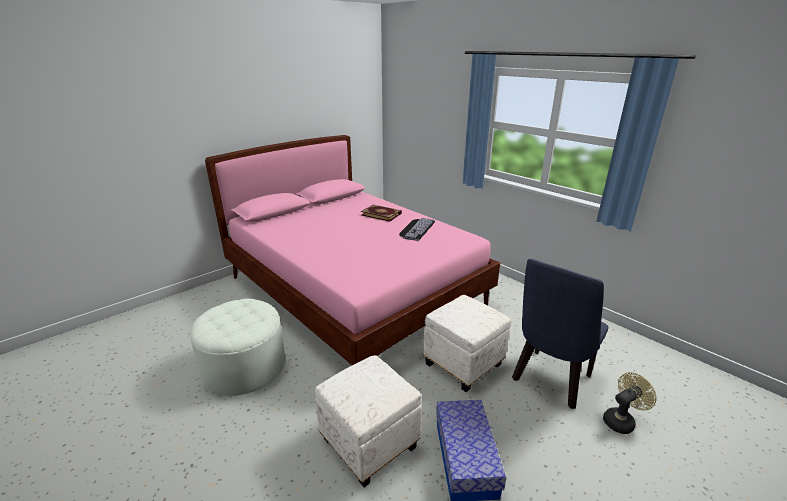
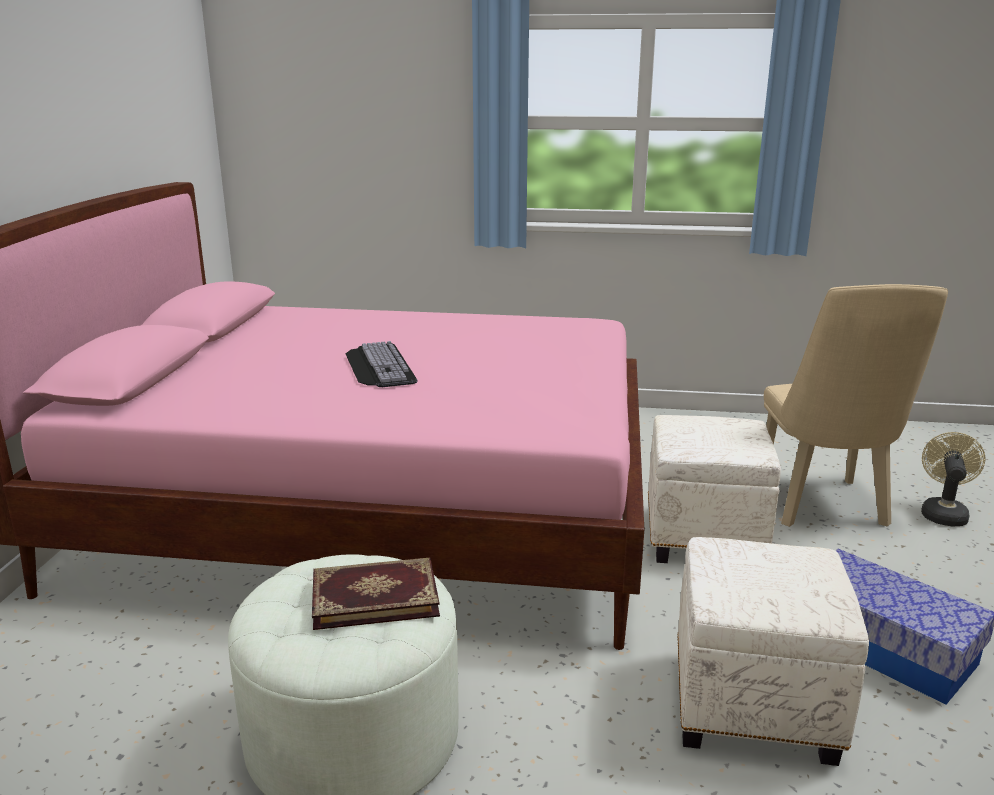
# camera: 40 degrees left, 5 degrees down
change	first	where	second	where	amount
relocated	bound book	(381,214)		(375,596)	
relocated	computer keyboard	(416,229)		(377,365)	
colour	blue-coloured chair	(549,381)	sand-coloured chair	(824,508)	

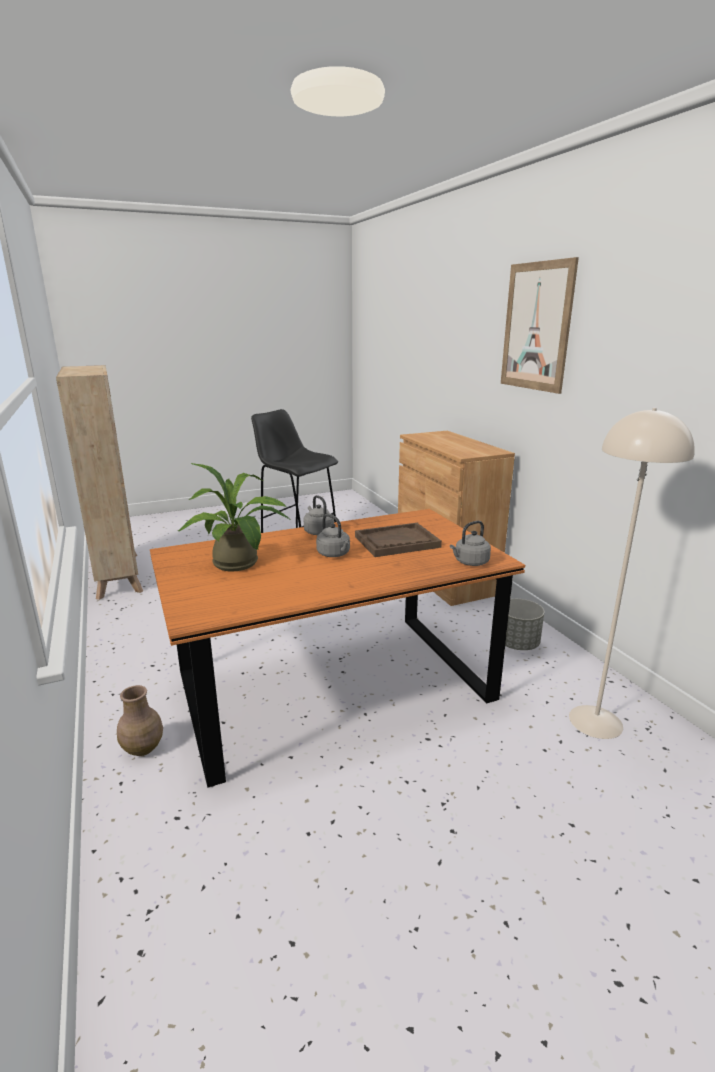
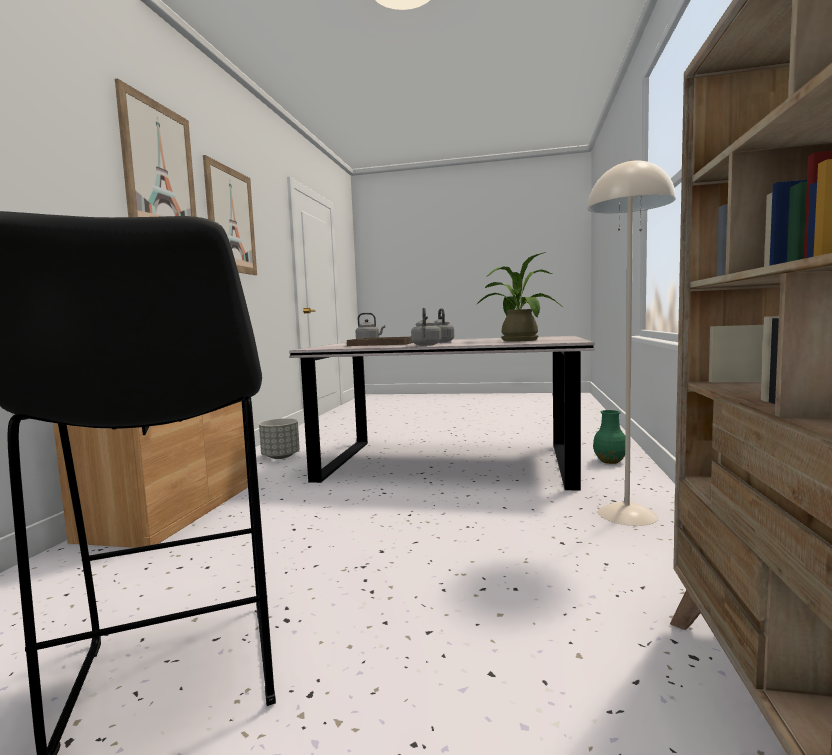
# camera: 145 degrees left, 15 degrees down
change	first	where	second	where	amount
colour	brownish vase	(143,748)	green vase	(609,461)	
colour	orange dining table	(334,686)	grey dining table	(448,462)	
relocated	sand-coloured floor lamp	(596,721)		(627,514)	
appeared			wall picture	(231,220)	

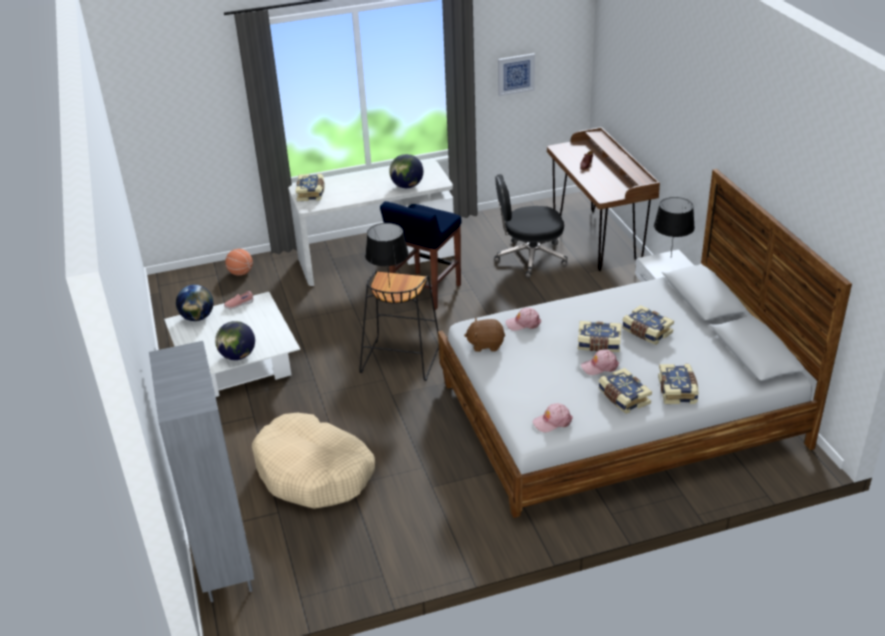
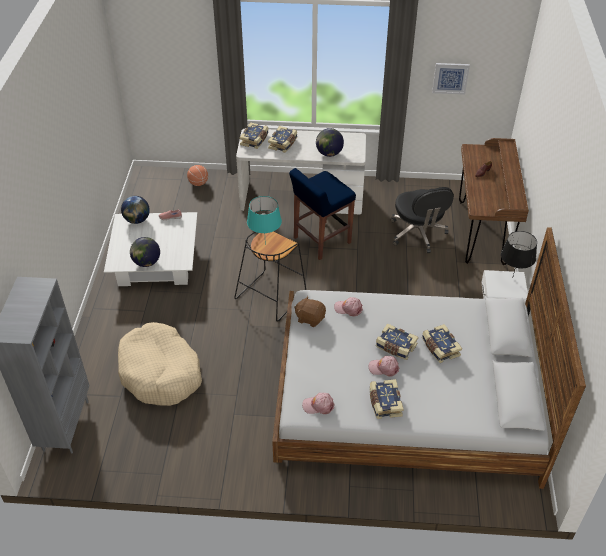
# camera: 20 degrees right, 10 degrees up
change	first	where	second	where	amount
colour	blackish lamp for a table	(389,287)	turquoise-coloured lamp for a table	(265,244)	
spun	blackish office chair	(529,258)		(418,234)	120 degrees counterclockwise
relocated	bound book	(678,390)		(283,144)	

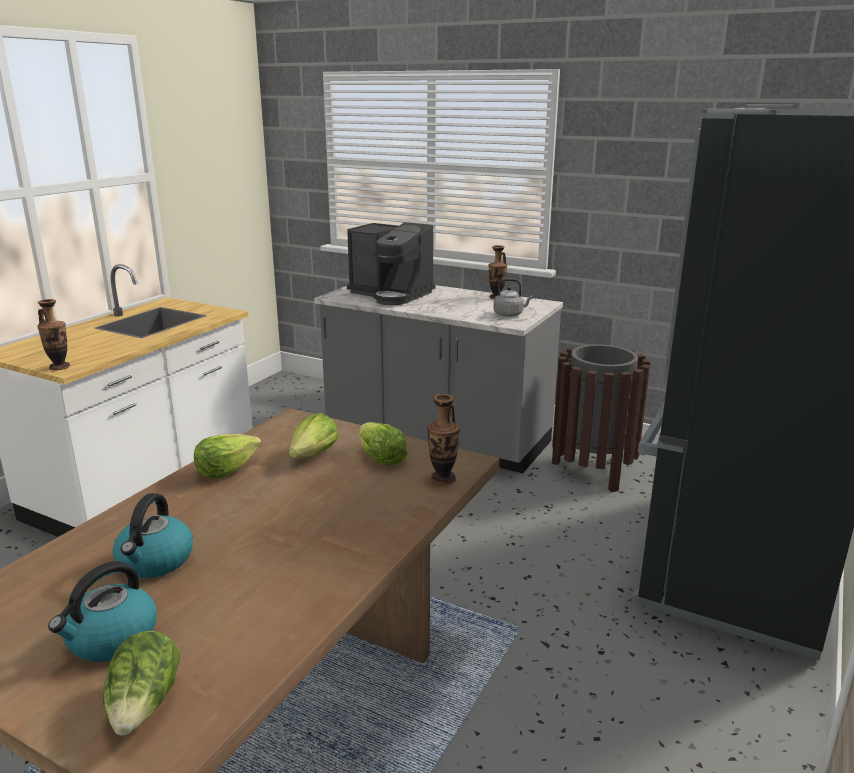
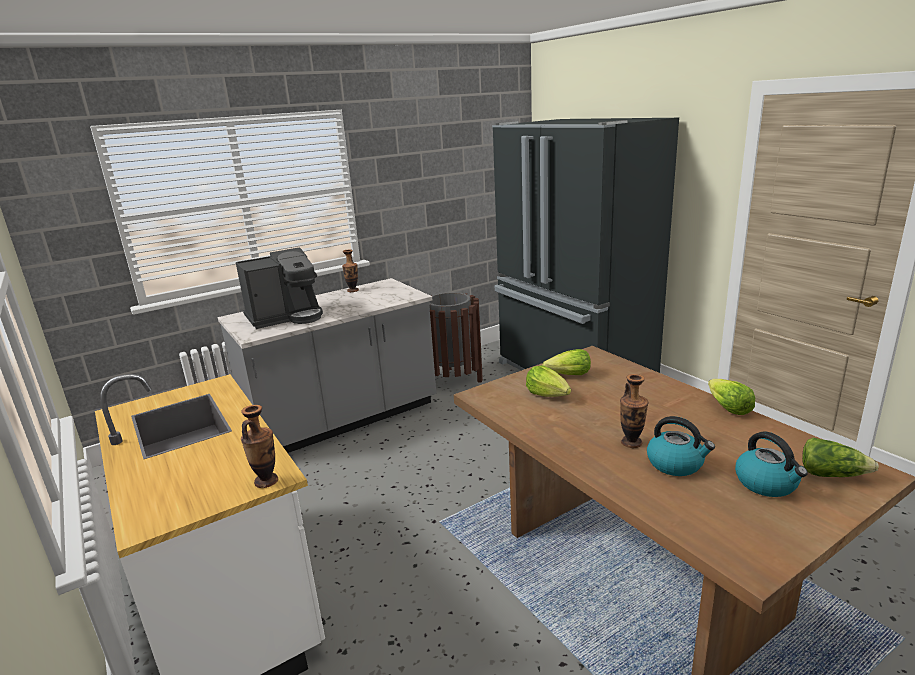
# camera: 60 degrees left, 0 degrees up
change	first	where	second	where	amount
relocated	lettuce head	(226,470)		(727,408)	
relocated	vase	(443,479)		(631,443)	
missing	grey water kettle	(510,314)			

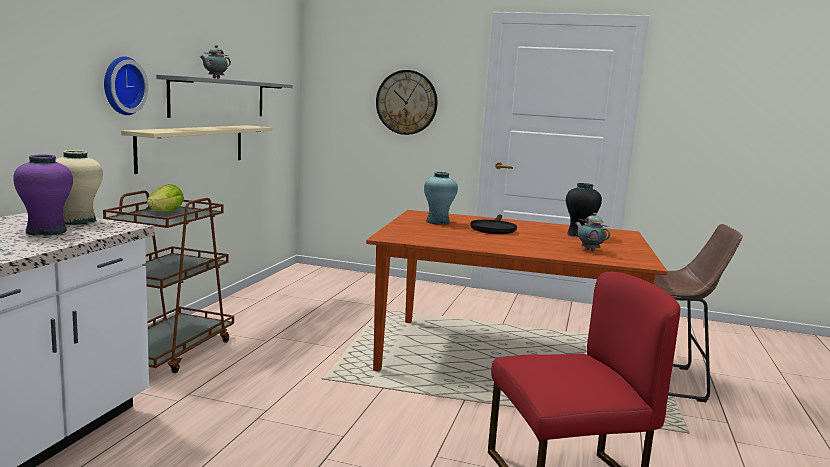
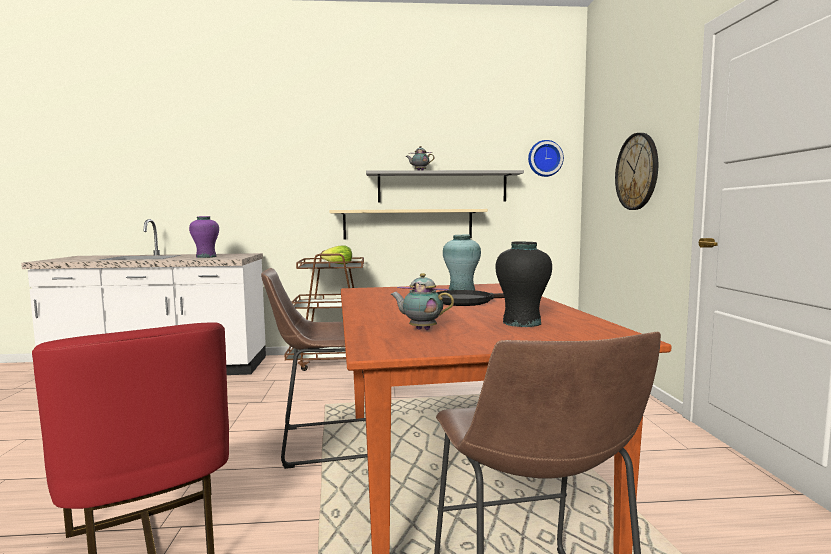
# camera: 70 degrees right, 5 degrees down
change	first	where	second	where	amount
missing	sand-coloured vase	(78,221)			
relocated	wall clock	(121,85)		(544,158)	
spun	pot for tea	(589,250)		(421,329)	105 degrees counterclockwise
appeared			brownish stool seat	(324,442)	

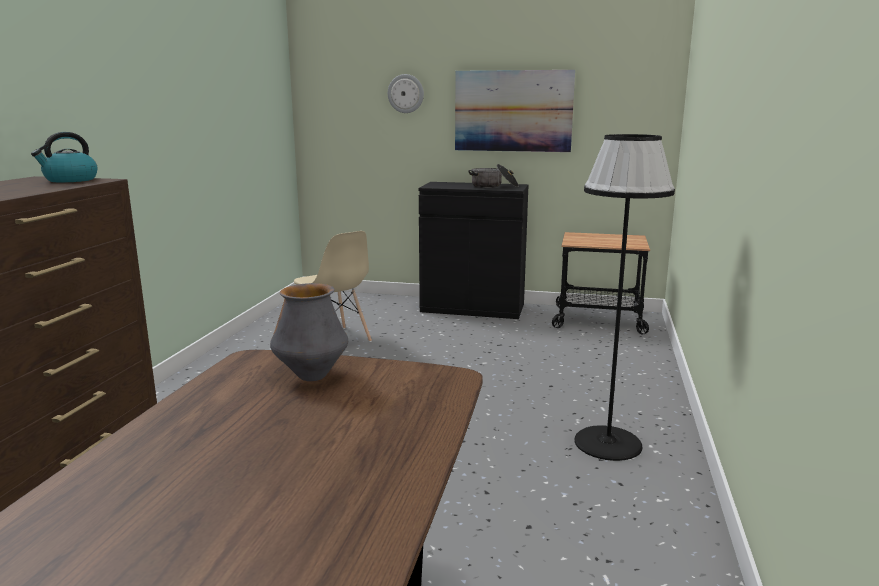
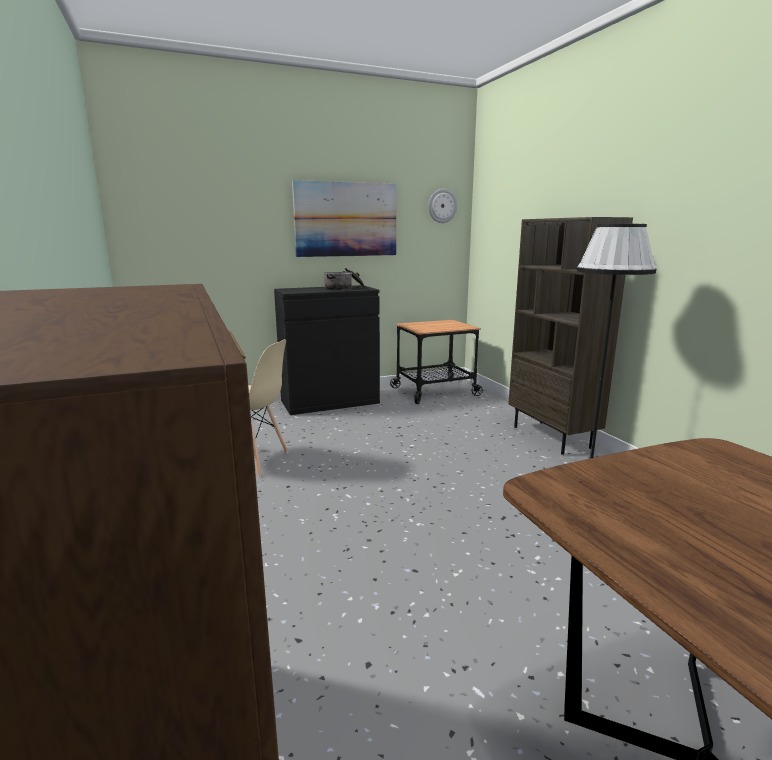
# camera: 35 degrees left, 0 degrees up
change	first	where	second	where	amount
missing	water kettle	(70,180)			
missing	vase	(311,376)			
relocated	wall clock	(405,93)		(442,206)	
appeared			brownish bookcase	(552,437)	

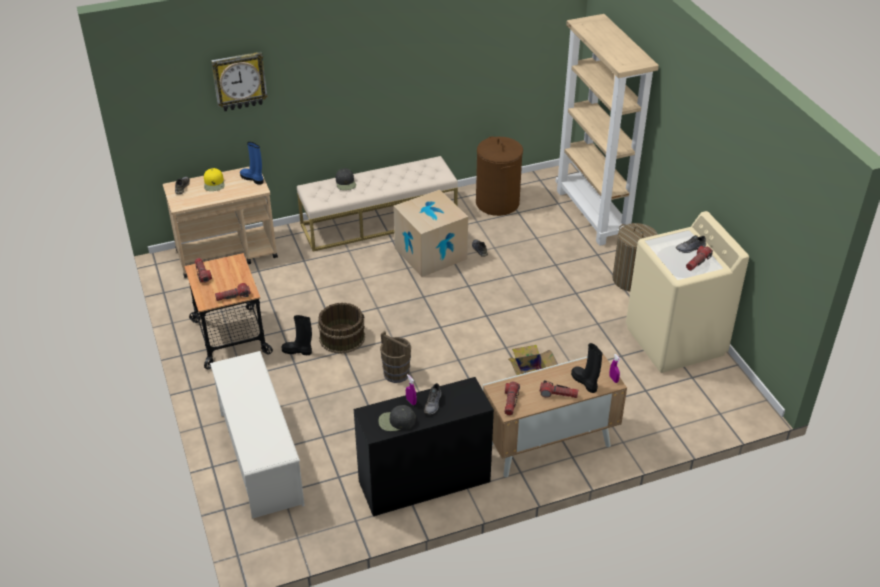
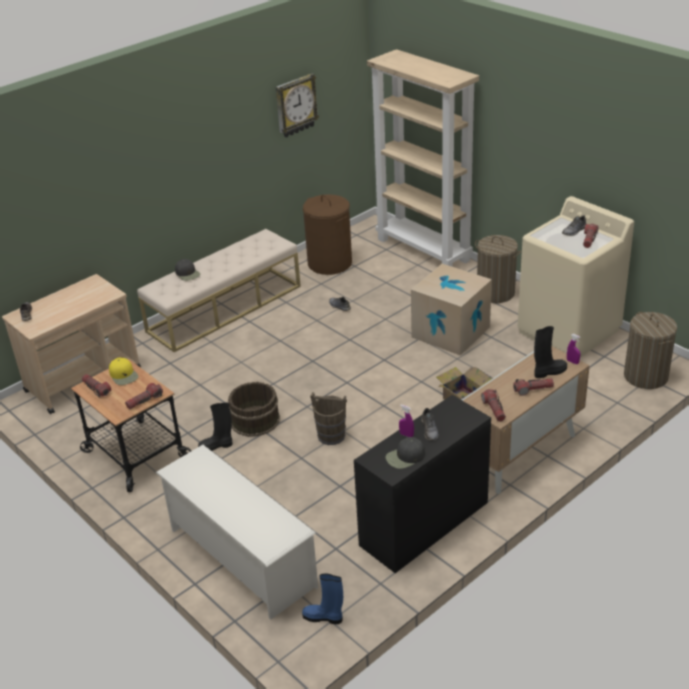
# camera: 20 degrees left, 5 degrees down
change	first	where	second	where	amount
relocated	yellow-coloured peaked cap	(214,183)		(124,375)	
relocated	wall clock	(239,81)		(295,105)	
relocated	blue-coloured tall boot	(253,179)		(324,617)	
relocated	cardboard box	(430,253)		(450,332)	
spun	blackish tall boot	(585,382)		(549,372)	120 degrees clockwise
appeared			hamper	(646,376)	

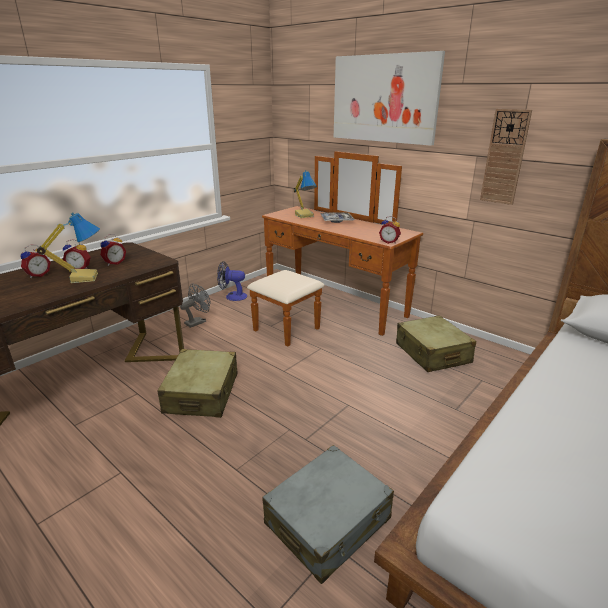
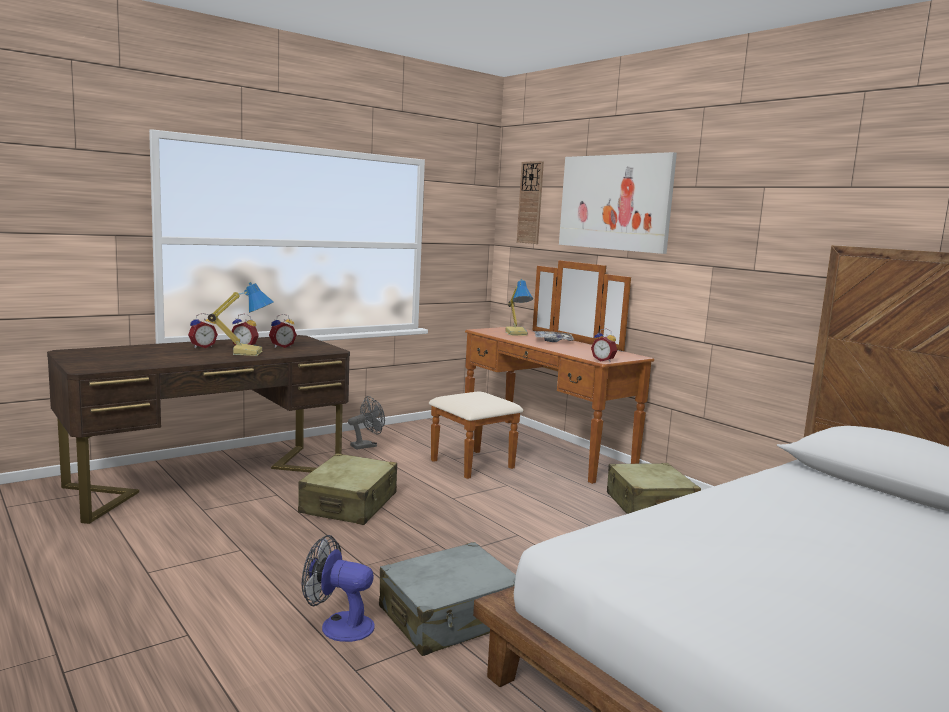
# camera: 10 degrees right, 15 degrees down
change	first	where	second	where	amount
relocated	electric fan	(232,296)		(338,625)	
relocated	wall clock	(505,157)		(530,202)	

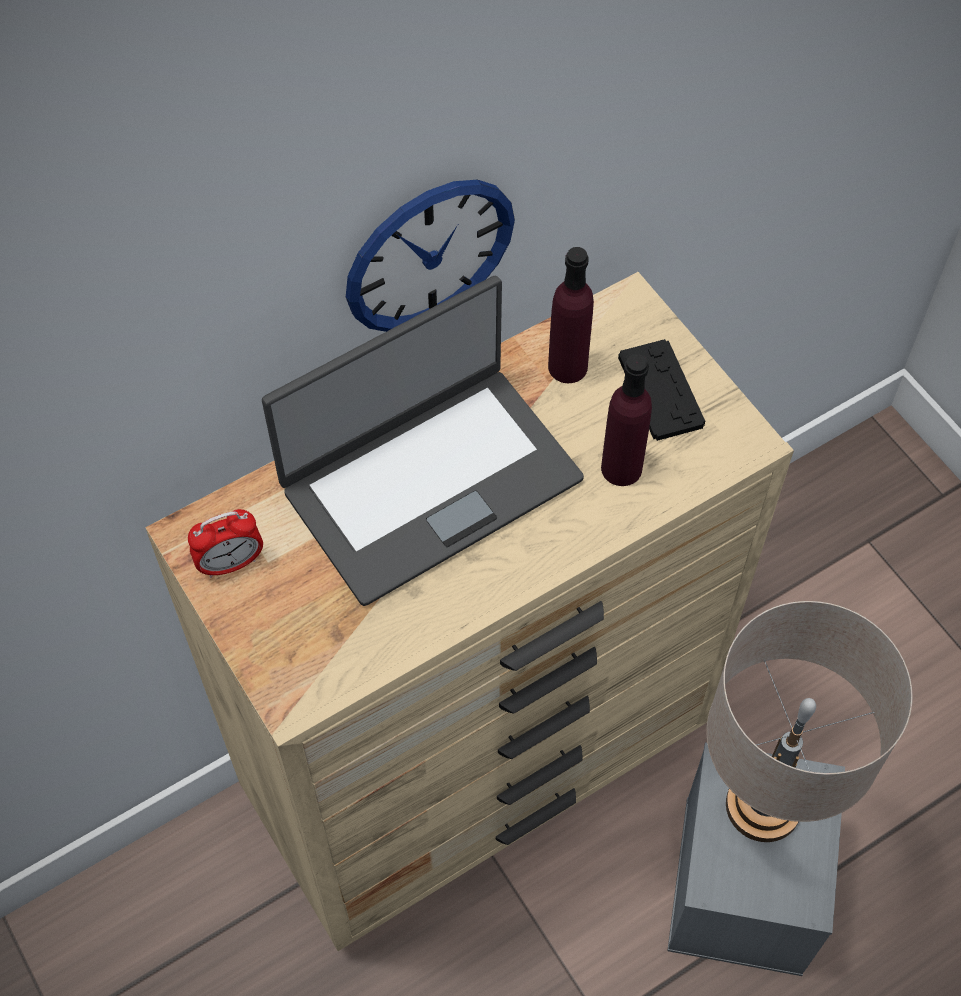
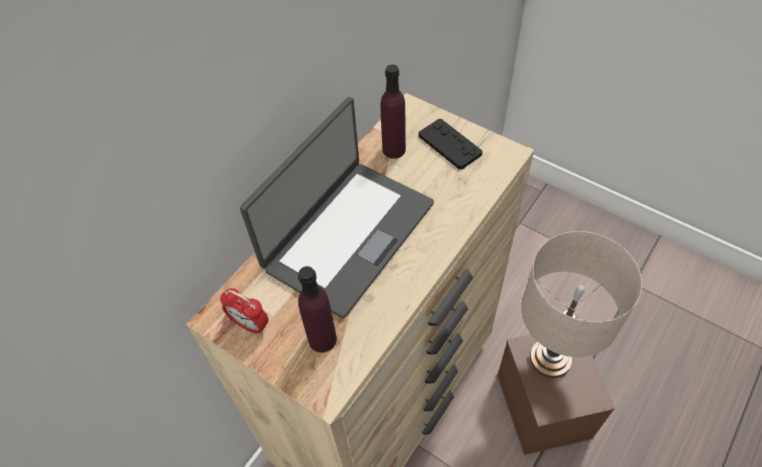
# camera: 20 degrees left, 5 degrees down
change	first	where	second	where	amount
spun	bedside clock	(231,563)		(250,324)	75 degrees clockwise
missing	wall clock	(429,255)			
relocated	purple bottle	(621,468)		(322,339)	
colour	grey storage bin	(744,887)	brownish storage bin	(544,406)	

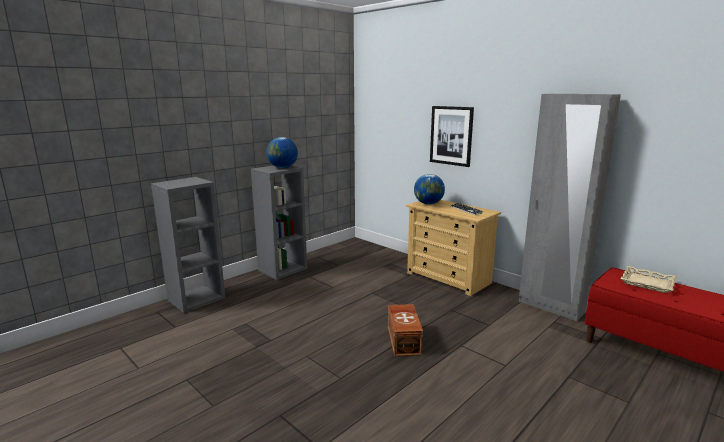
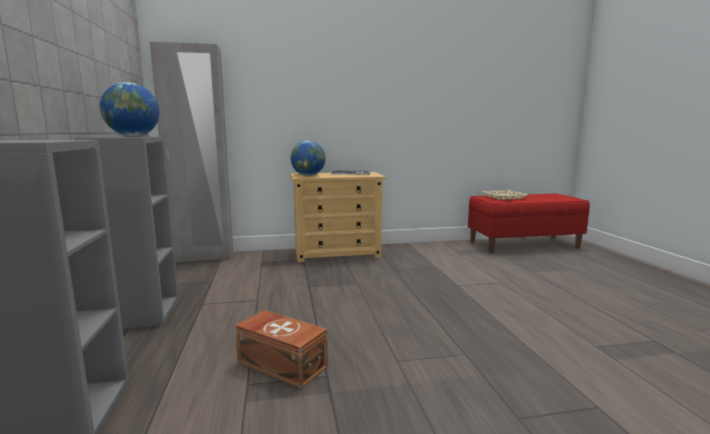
# camera: 55 degrees left, 5 degrees down
change	first	where	second	where	amount
relocated	brownish storage bin	(404,340)		(282,363)	
missing	wall picture	(451,135)			
relocated	grey wardrobe	(550,307)		(203,257)	

